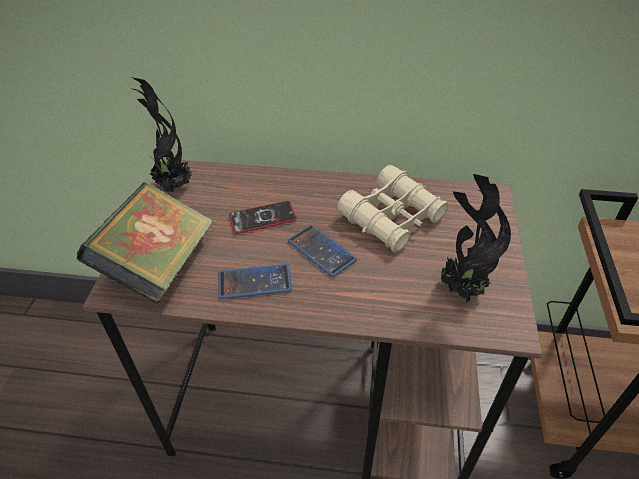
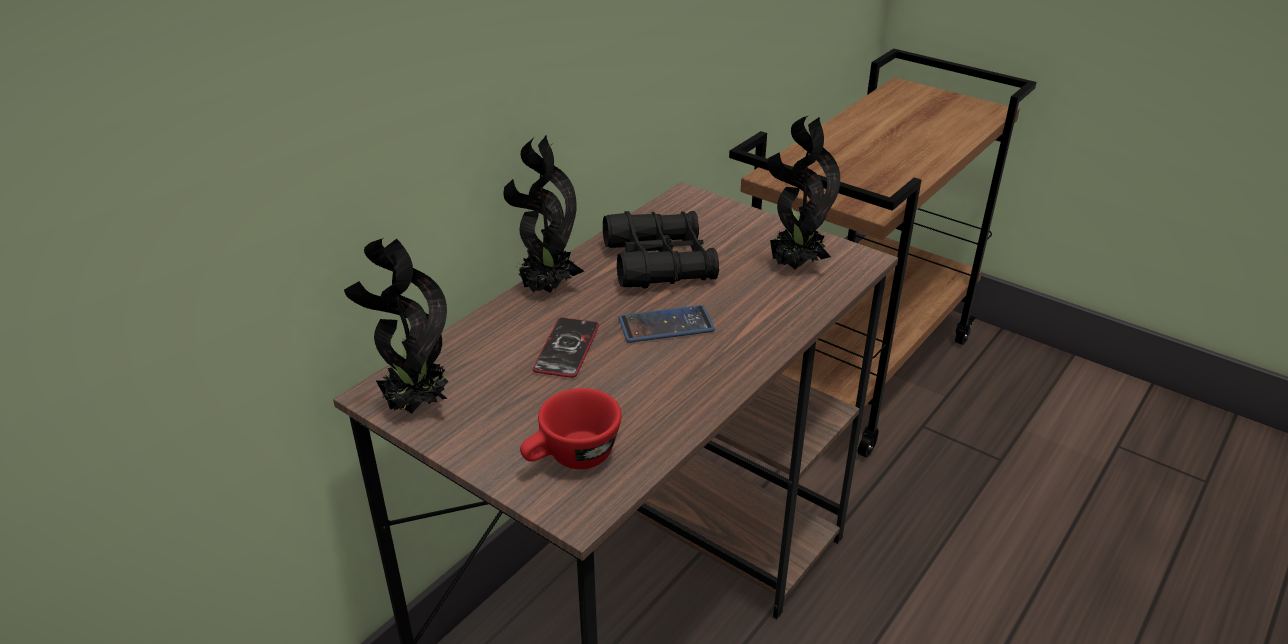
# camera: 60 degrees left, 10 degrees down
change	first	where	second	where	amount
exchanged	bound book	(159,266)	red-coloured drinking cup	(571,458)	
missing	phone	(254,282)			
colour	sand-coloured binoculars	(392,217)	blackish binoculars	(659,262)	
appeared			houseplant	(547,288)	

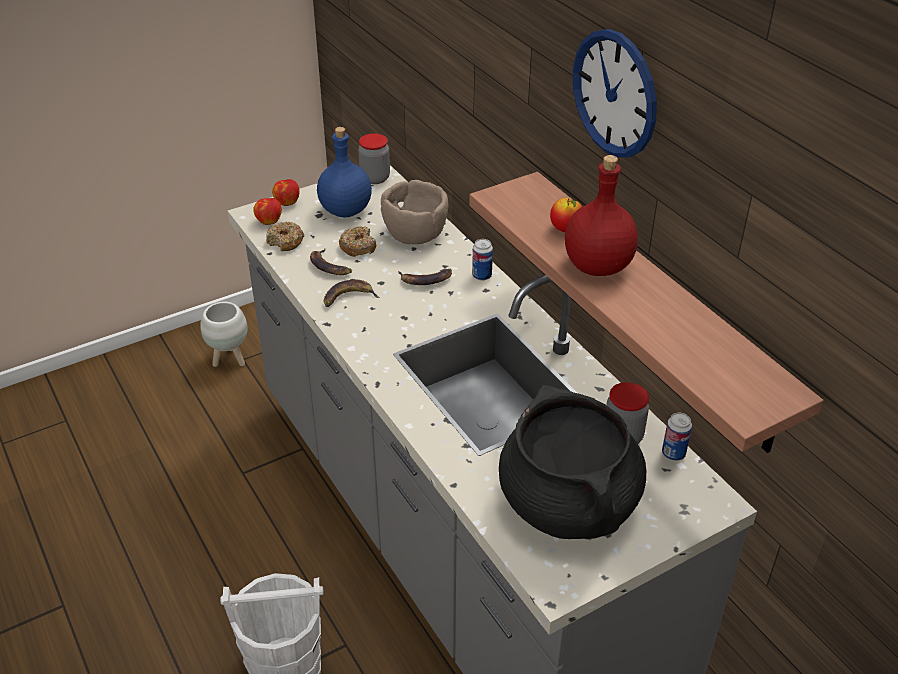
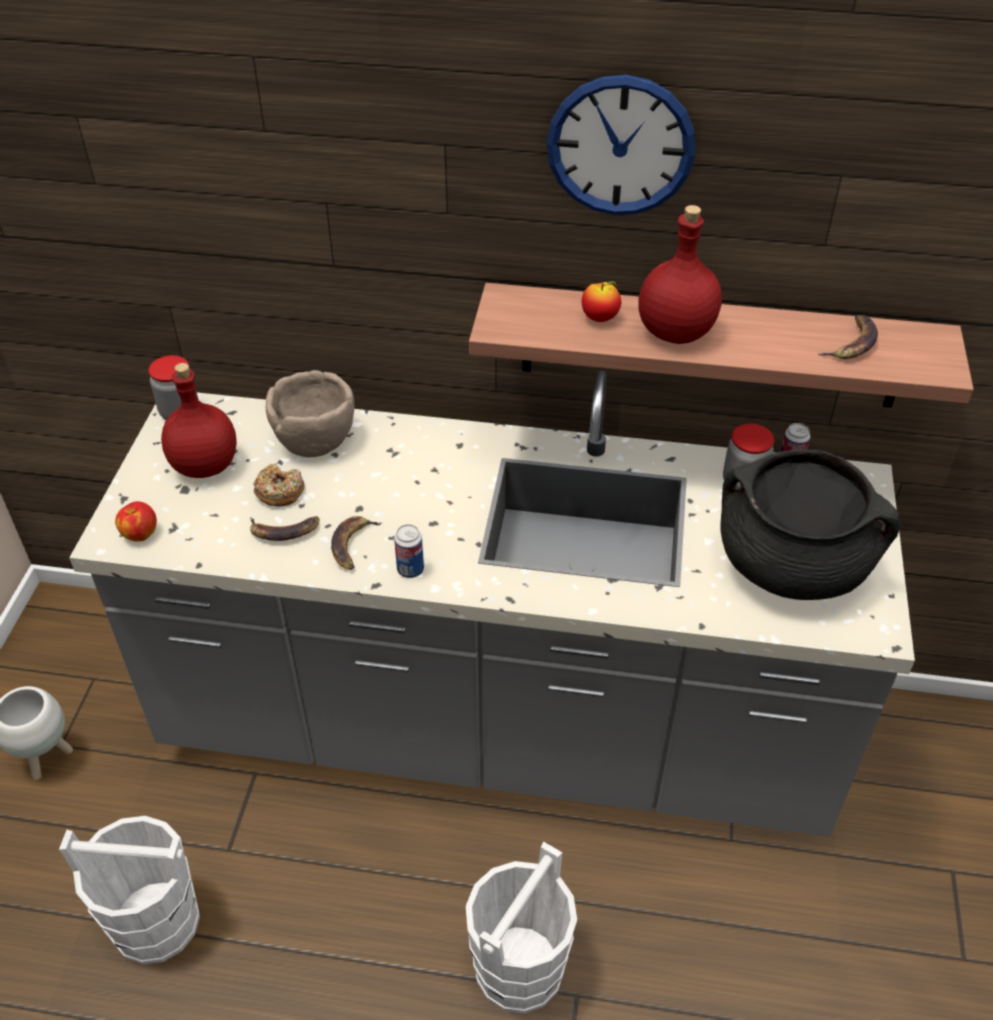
# camera: 50 degrees left, 5 degrees up
change	first	where	second	where	amount
missing	ring doughnut	(285,242)			
missing	apple	(287,202)			
colour	blue-coloured bottle	(346,211)	red-coloured bottle	(206,465)	
relocated	whole banana	(425,279)		(852,343)	
relocated	sealed can	(482,276)		(410,569)	
appeared			white pail	(155,921)	

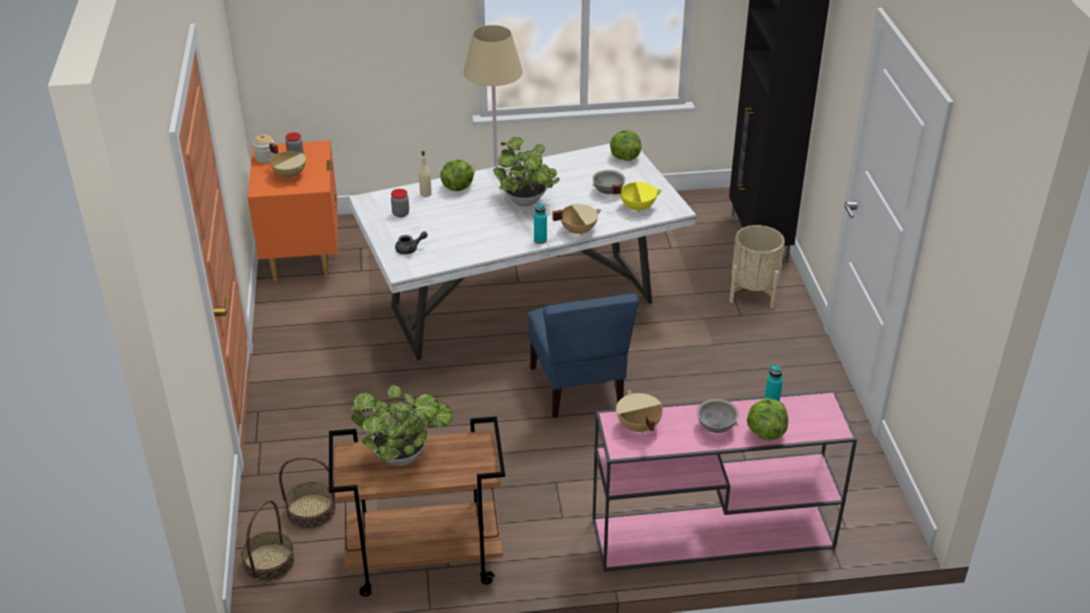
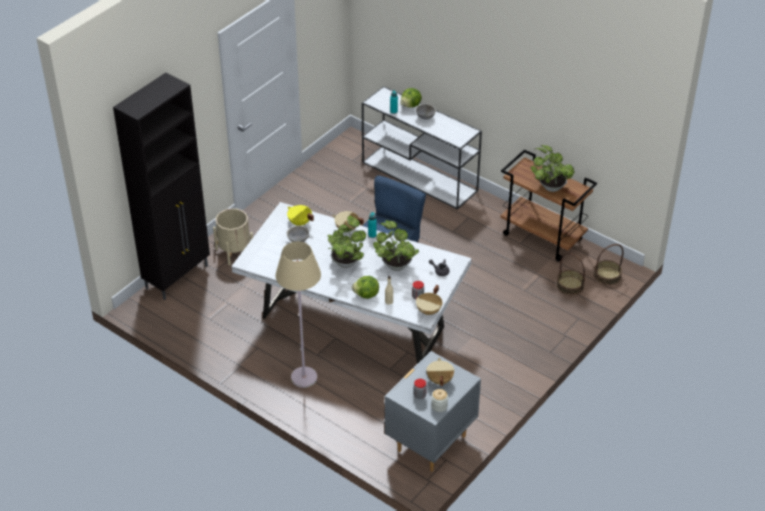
# camera: 135 degrees left, 5 degrees up
change	first	where	second	where	amount
colour	orange bedside table	(303,258)	grey bedside table	(431,443)	
colour	pinkish hall table	(710,534)	white hall table	(420,177)	
missing	lettuce head	(624,157)			
relocated	sand-coloured saucepot	(637,426)		(429,311)	
appeared			houseplant	(395,264)	

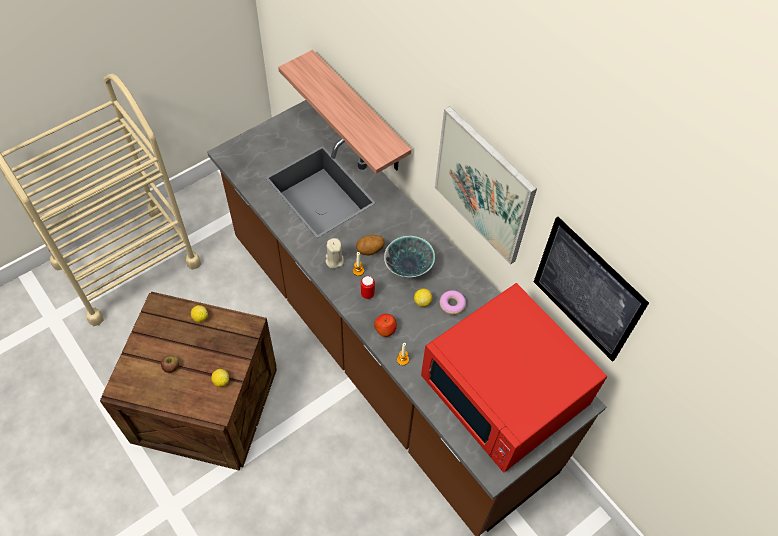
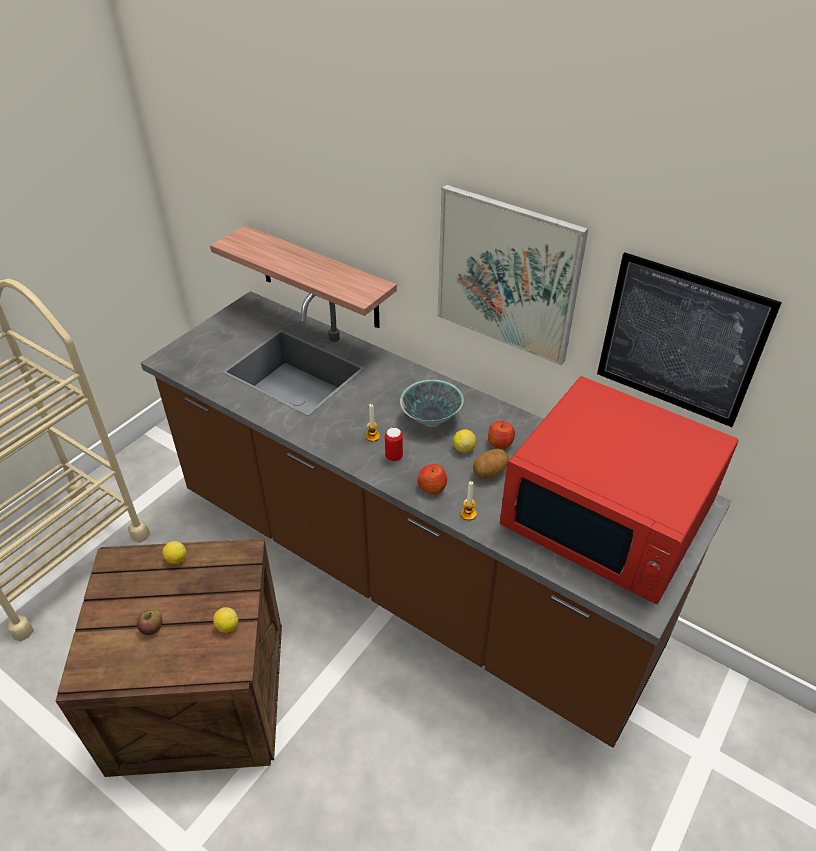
# camera: 15 degrees left, 15 degrees down
change	first	where	second	where	amount
missing	sand-coloured wax light	(334,260)			
relocated	spud	(370,250)		(490,473)	
exchanged	ring doughnut	(452,304)	apple	(500,443)	

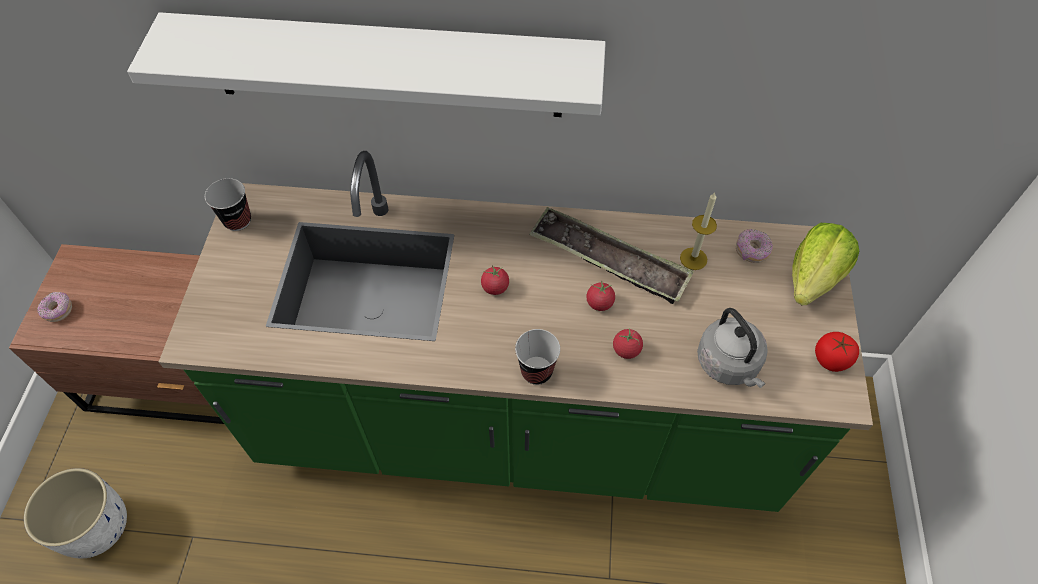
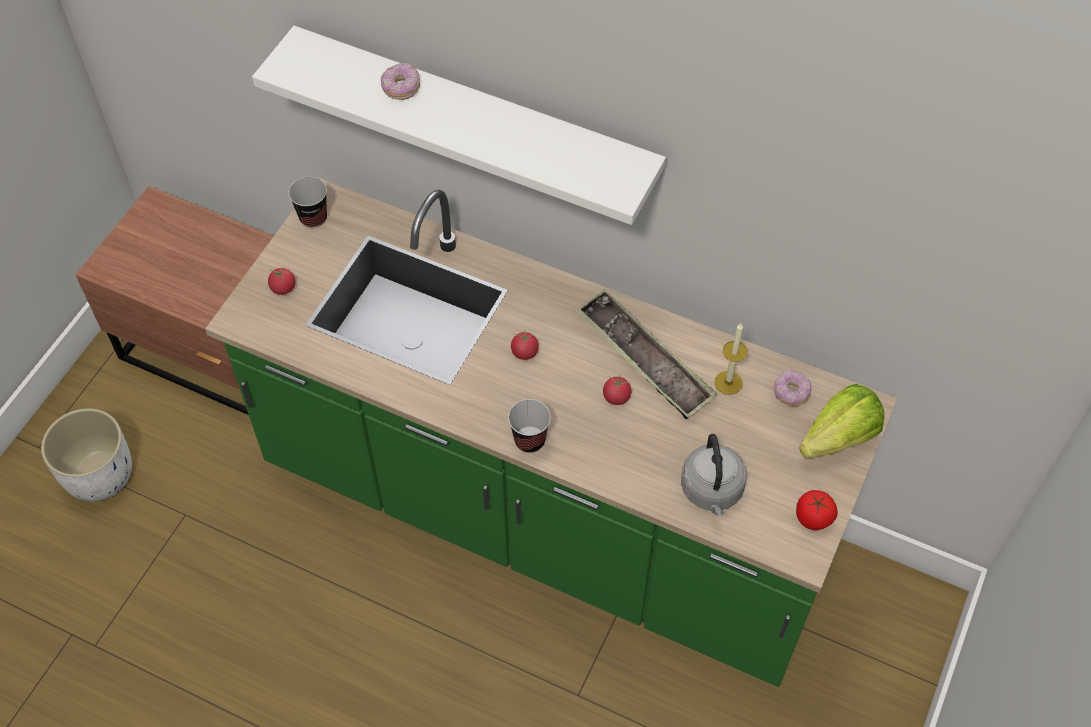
# camera: 20 degrees right, 0 degrees up
change	first	where	second	where	amount
relocated	ring doughnut	(58,311)		(401,88)	
relocated	tomato	(626,349)		(283,288)	

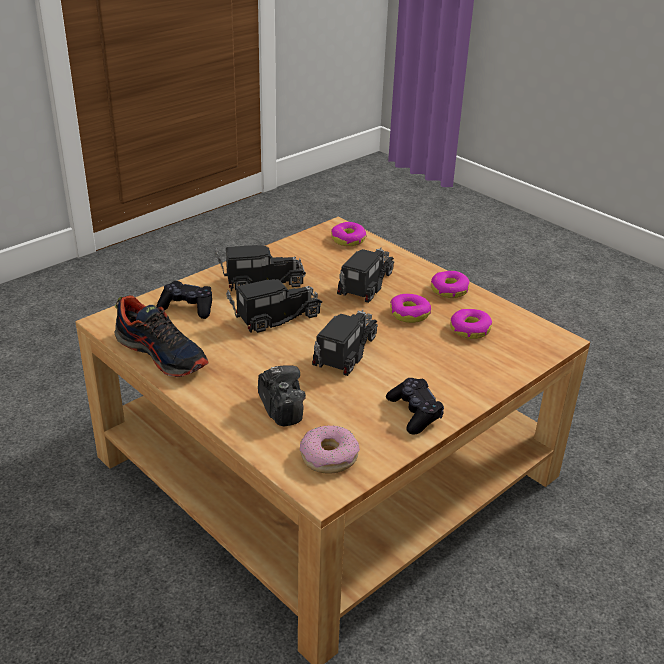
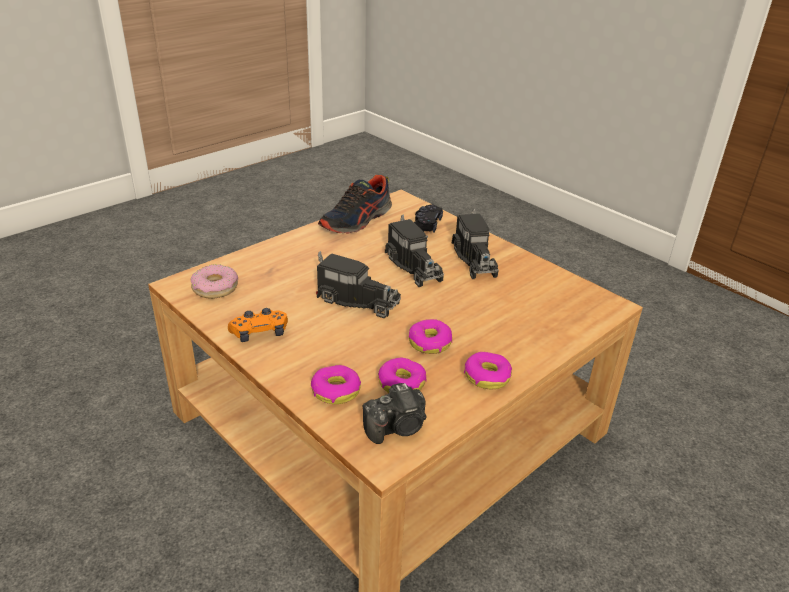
# camera: 90 degrees right, 0 degrees up
change	first	where	second	where	amount
relocated	photo camera	(281,408)		(397,427)	
relocated	ring doughnut	(348,240)		(336,390)	
missing	toy truck	(365,286)			
colour	blackish gamepad	(414,413)	orange gamepad	(260,333)	

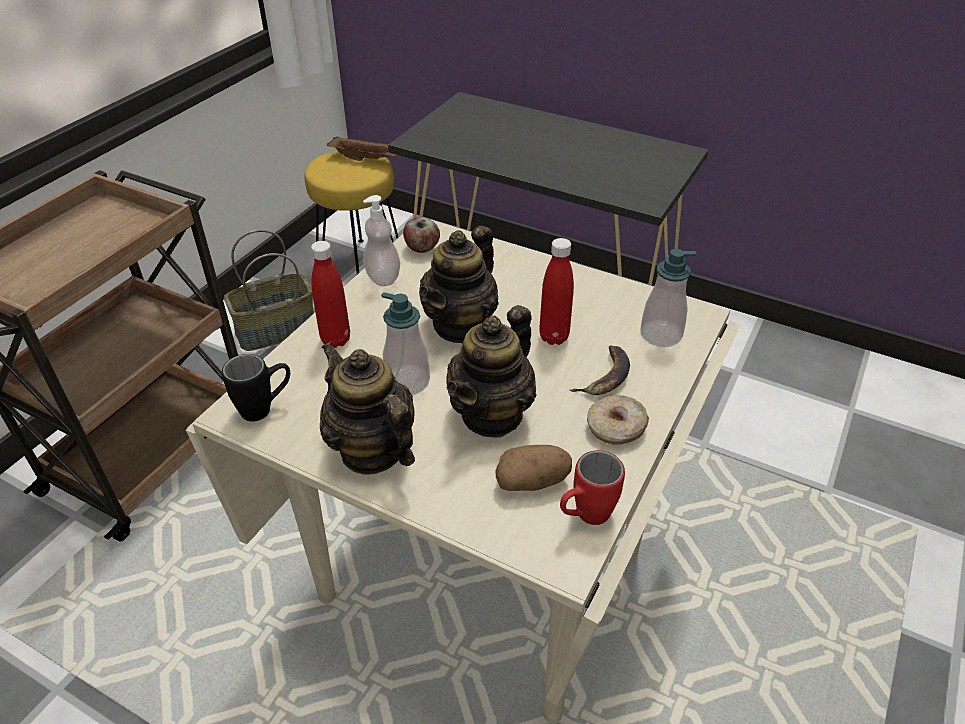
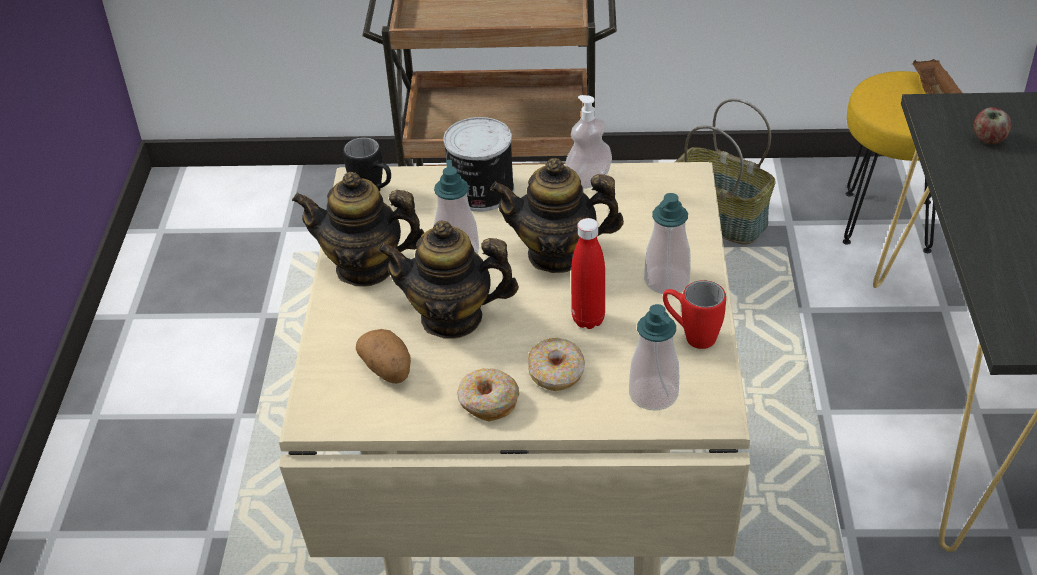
# camera: 65 degrees right, 0 degrees up
change	first	where	second	where	amount
exchanged	red-coloured bottle	(336,340)	sealed can	(479,191)	
spun	pot for tea	(372,450)		(365,267)	105 degrees counterclockwise
relocated	apple	(422,248)		(988,139)	
relocated	red-coloured mug	(585,517)		(691,335)	
exchanged	whole banana	(605,376)	ring doughnut	(556,372)	
appeared			soap bottle	(666,281)	

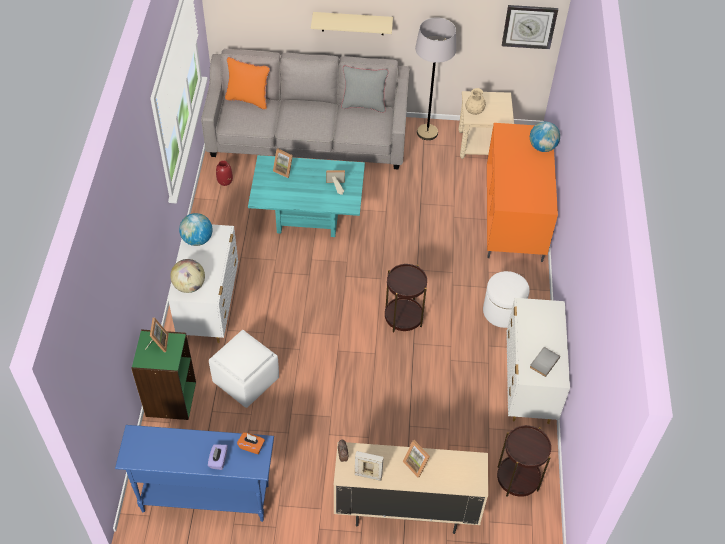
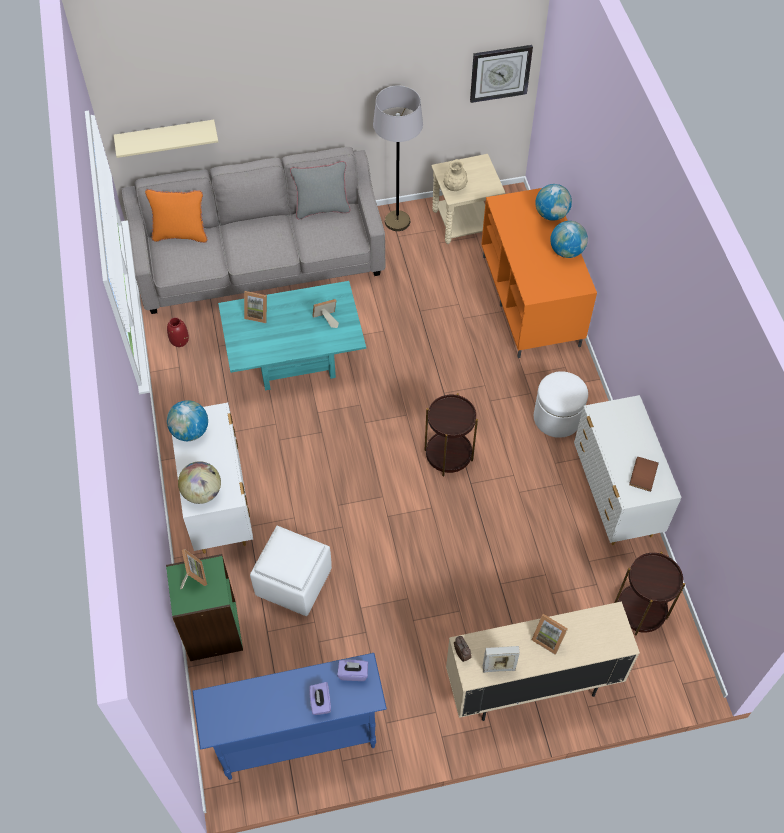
# camera: 15 degrees left, 5 degrees up
change	first	where	second	where	amount
colour	orange box of tissues	(251,446)	purple box of tissues	(353,673)	
relocated	sand-coloured wall shelf	(352,23)		(166,137)	
colour	grey bound book	(543,362)	brownish bound book	(642,474)	
appeared			desk globe	(566,251)	

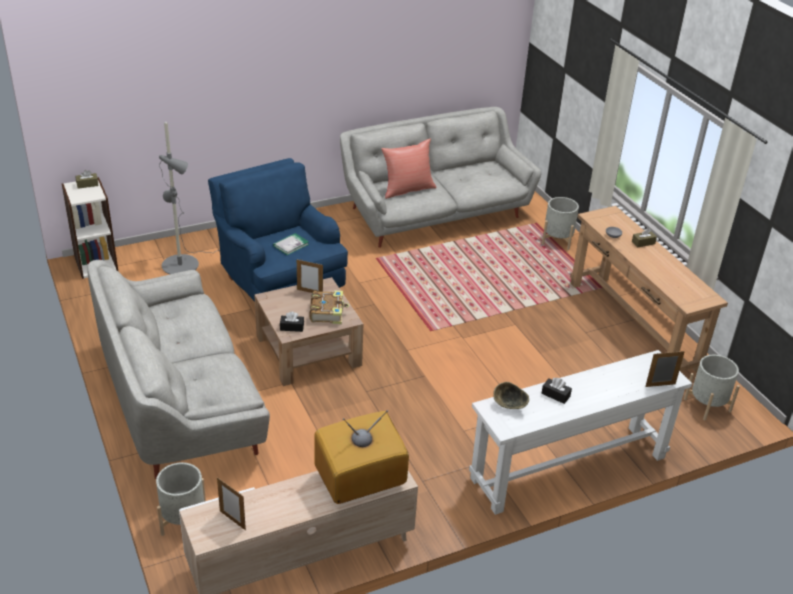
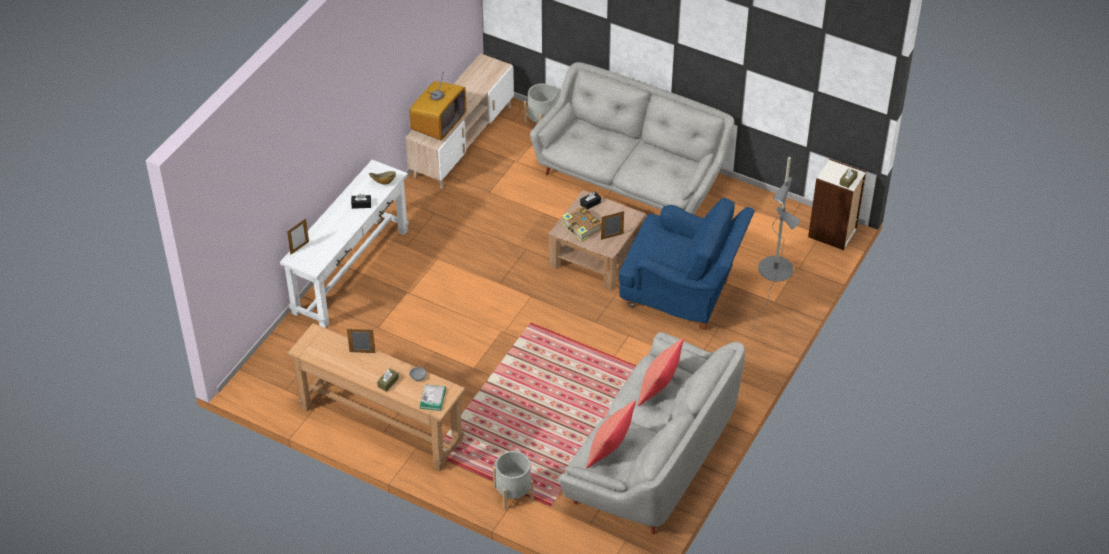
# camera: 145 degrees right, 10 degrees up
change	first	where	second	where	amount
relocated	picture frame	(232,520)		(362,352)	
relocated	bound book	(291,245)		(433,398)	
missing	grey planter	(707,405)			
appeared			red-coloured pillow	(610,450)	

